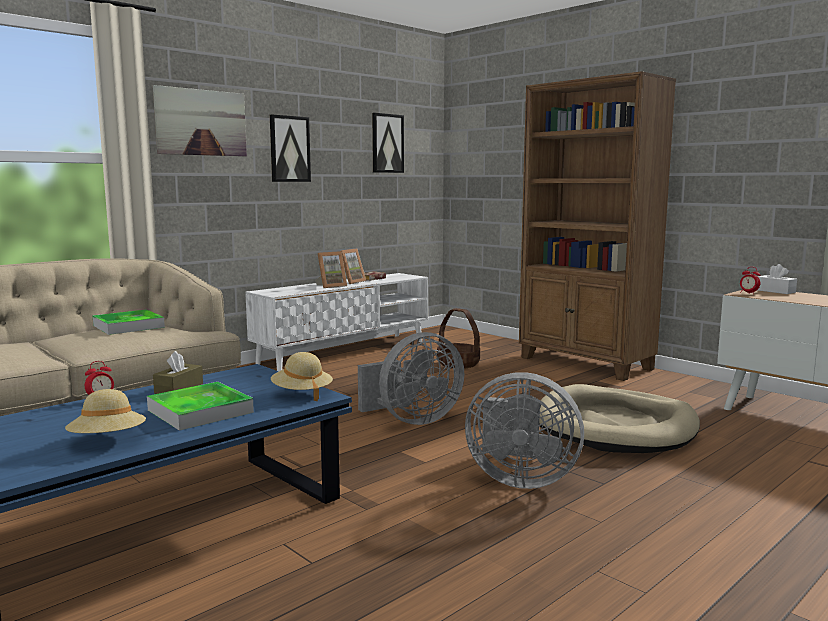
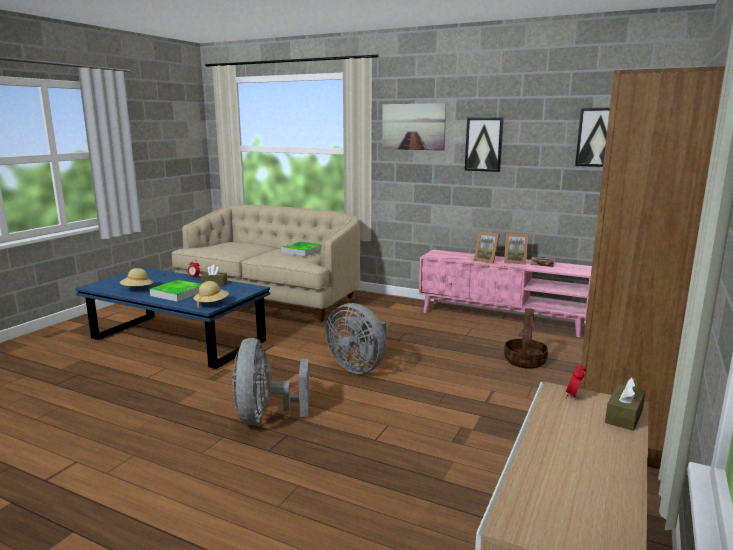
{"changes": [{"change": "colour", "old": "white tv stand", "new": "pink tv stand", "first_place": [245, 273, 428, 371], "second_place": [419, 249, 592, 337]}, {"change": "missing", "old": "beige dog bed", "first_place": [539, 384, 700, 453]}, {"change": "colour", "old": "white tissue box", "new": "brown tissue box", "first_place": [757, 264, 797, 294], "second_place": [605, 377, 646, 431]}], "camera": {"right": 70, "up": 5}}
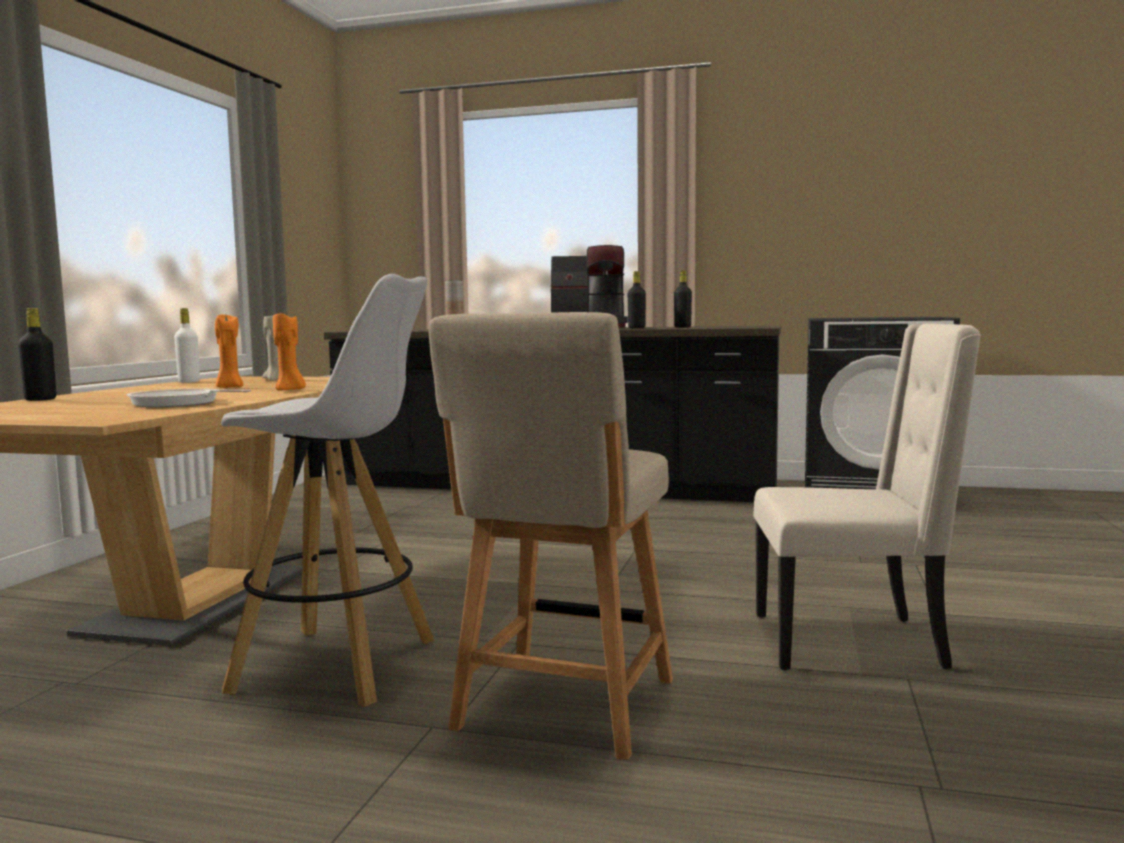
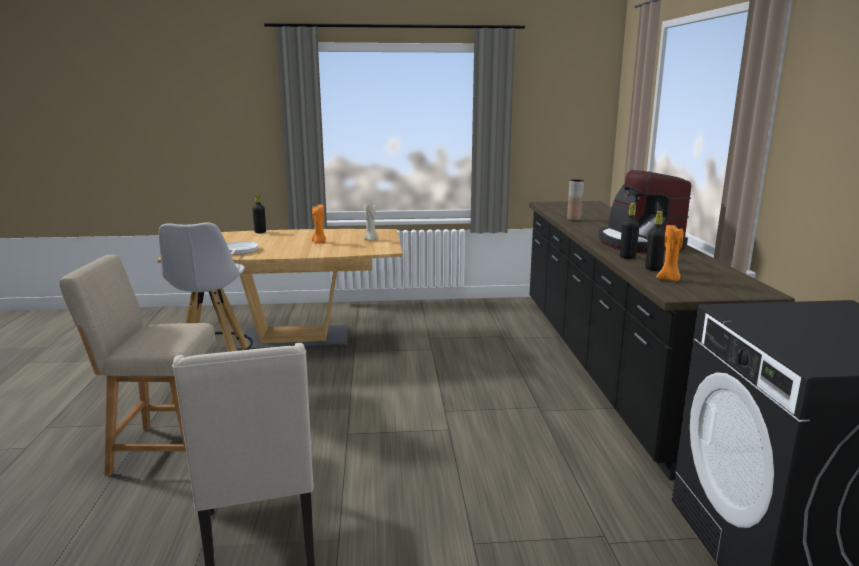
{"changes": [{"change": "missing", "old": "white bottle", "first_place": [174, 308, 200, 383]}, {"change": "relocated", "old": "orange candle", "first_place": [273, 314, 306, 391], "second_place": [656, 224, 683, 281]}], "camera": {"right": 70, "up": 10}}
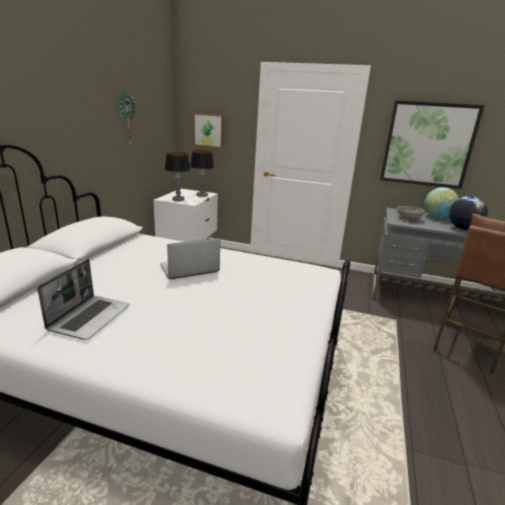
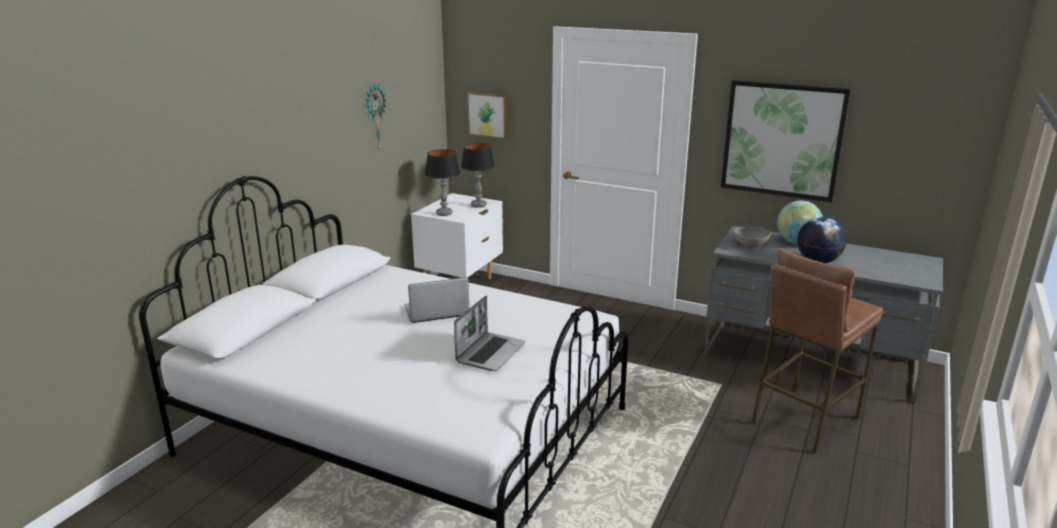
{"changes": [{"change": "relocated", "old": "laptop", "first_place": [37, 259, 130, 340], "second_place": [454, 296, 525, 371]}], "camera": {"right": 10, "up": 0}}
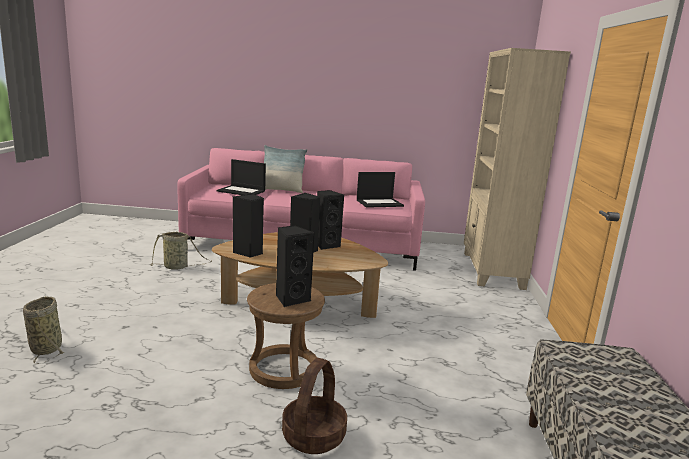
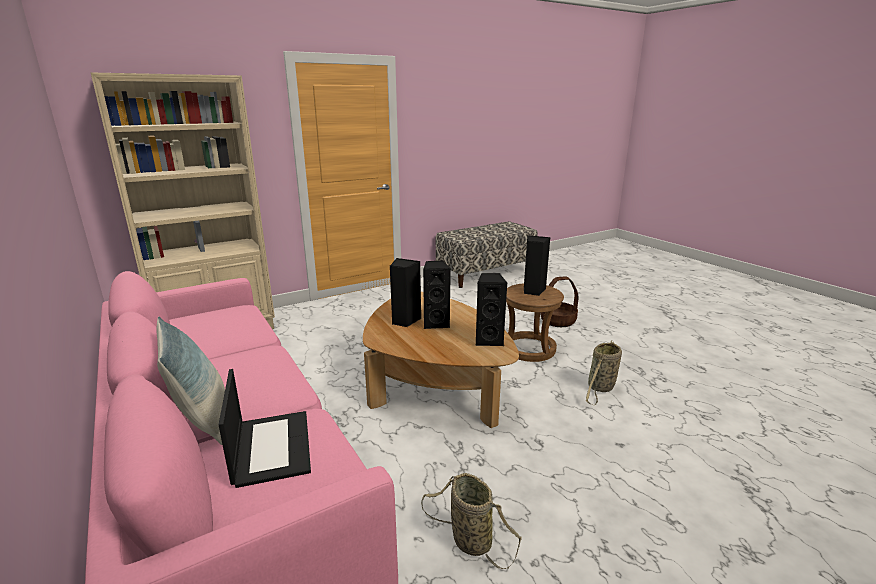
{"changes": [{"change": "relocated", "old": "basket", "first_place": [23, 296, 64, 364], "second_place": [586, 341, 622, 405]}, {"change": "missing", "old": "laptop", "first_place": [357, 172, 404, 208]}], "camera": {"right": -125, "up": 5}}
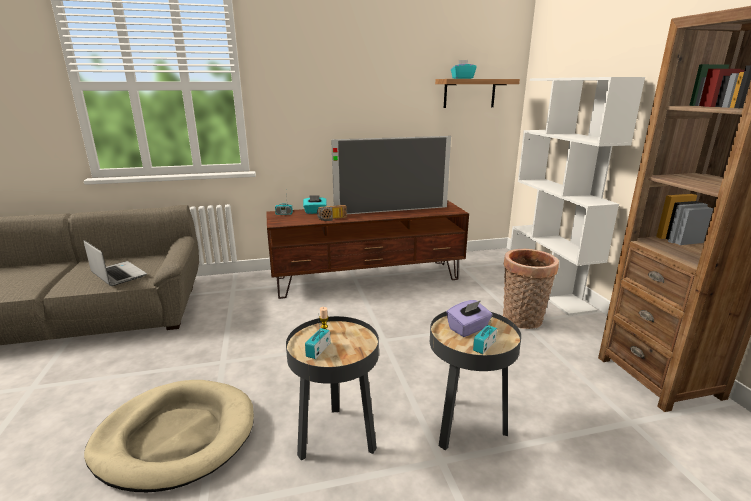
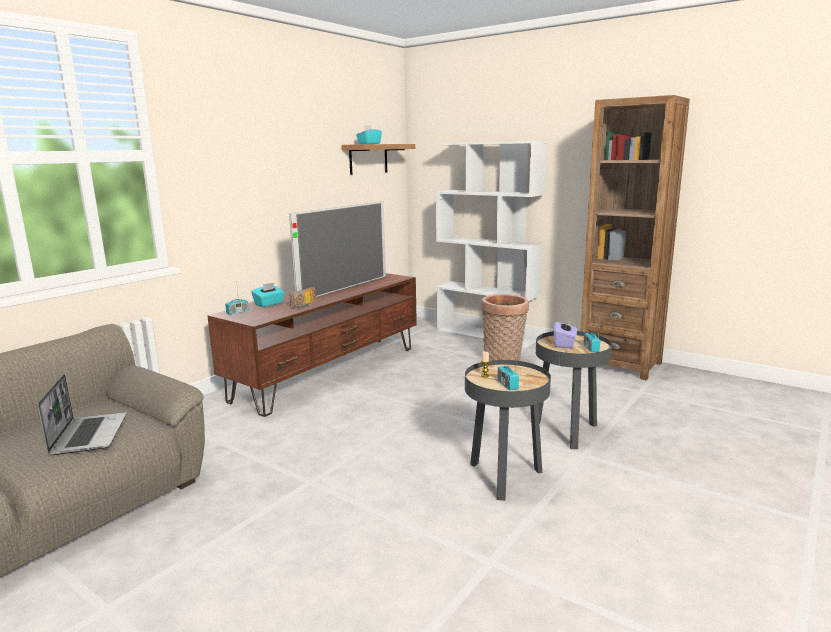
{"changes": [{"change": "spun", "old": "laptop", "first_place": [84, 240, 147, 286], "second_place": [38, 374, 127, 455], "degrees": 75}, {"change": "missing", "old": "beige dog bed", "first_place": [84, 380, 254, 492]}], "camera": {"right": -40, "up": -5}}
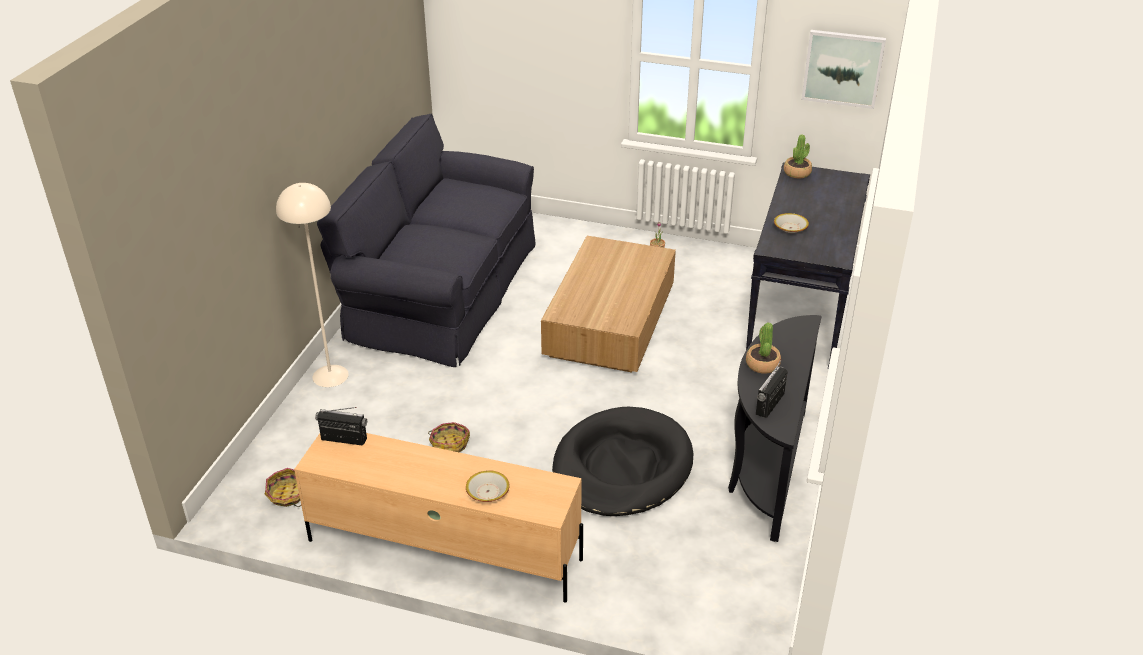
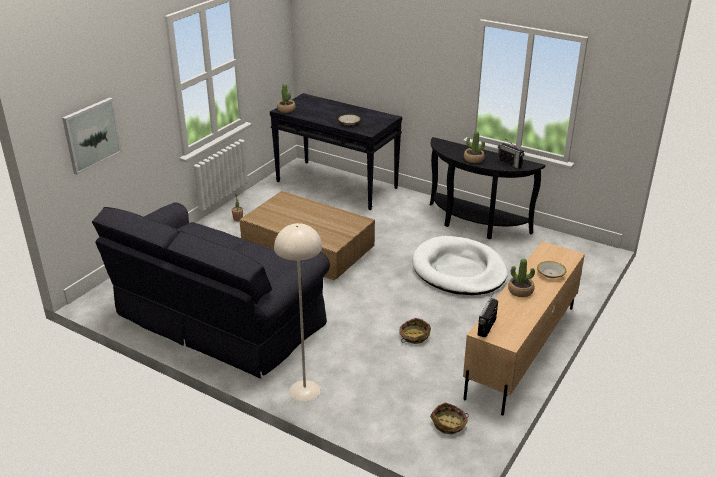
{"changes": [{"change": "colour", "old": "black dog bed", "new": "white dog bed", "first_place": [552, 407, 693, 516], "second_place": [412, 236, 508, 295]}, {"change": "relocated", "old": "picture", "first_place": [801, 30, 886, 109], "second_place": [62, 98, 122, 175]}, {"change": "appeared", "new": "potted plant", "second_place": [508, 259, 535, 297]}], "camera": {"right": -75, "up": -5}}
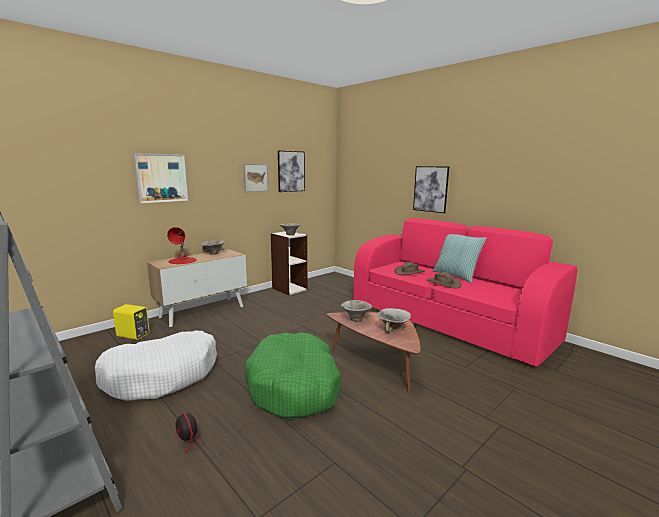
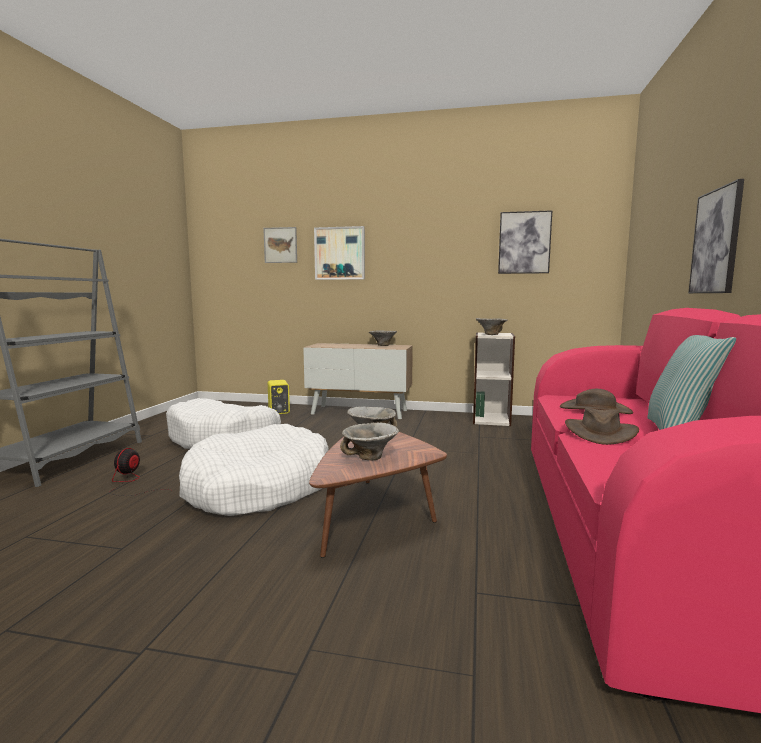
{"changes": [{"change": "missing", "old": "red table lamp", "first_place": [167, 227, 197, 264]}, {"change": "relocated", "old": "picture", "first_place": [244, 164, 268, 192], "second_place": [263, 227, 297, 263]}, {"change": "colour", "old": "green dog bed", "new": "white dog bed", "first_place": [244, 332, 342, 418], "second_place": [179, 424, 329, 516]}], "camera": {"right": 55, "up": -5}}
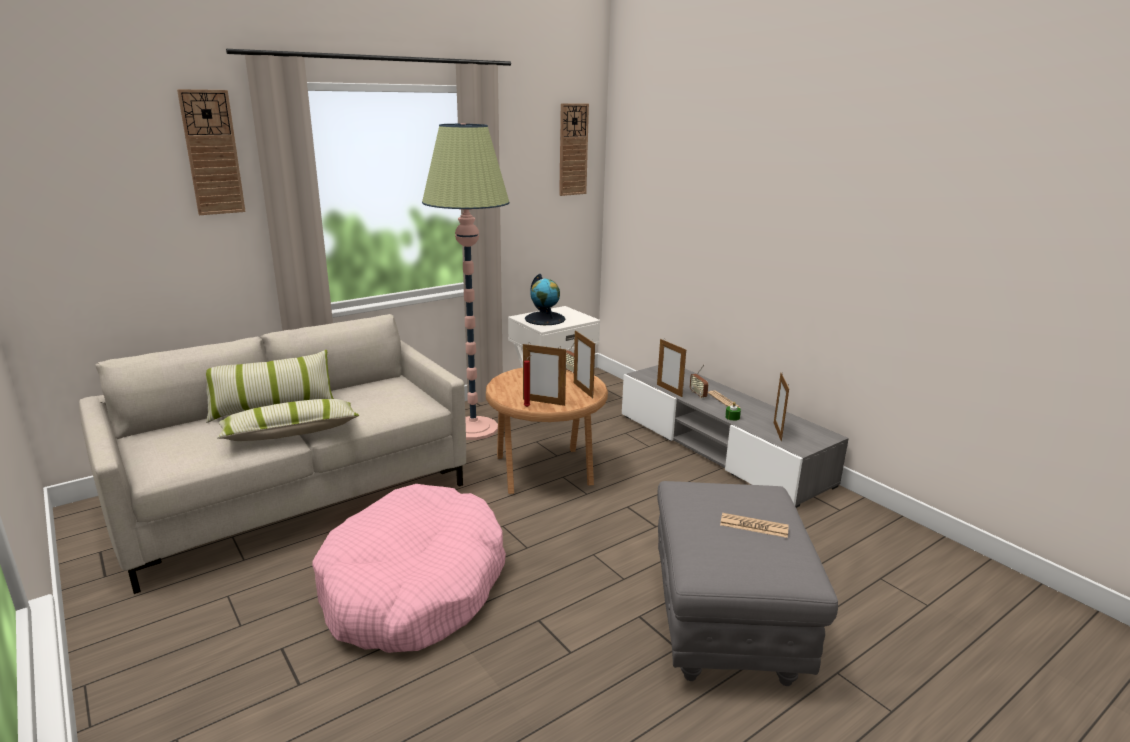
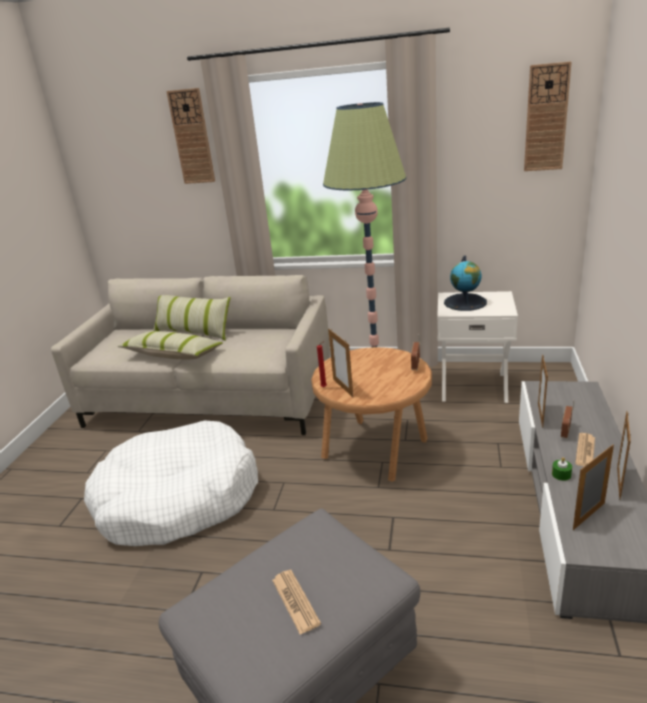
{"changes": [{"change": "colour", "old": "pink dog bed", "new": "white dog bed", "first_place": [312, 484, 506, 653], "second_place": [84, 420, 258, 546]}, {"change": "relocated", "old": "picture frame", "first_place": [574, 330, 595, 399], "second_place": [617, 411, 631, 500]}], "camera": {"right": 50, "up": 5}}
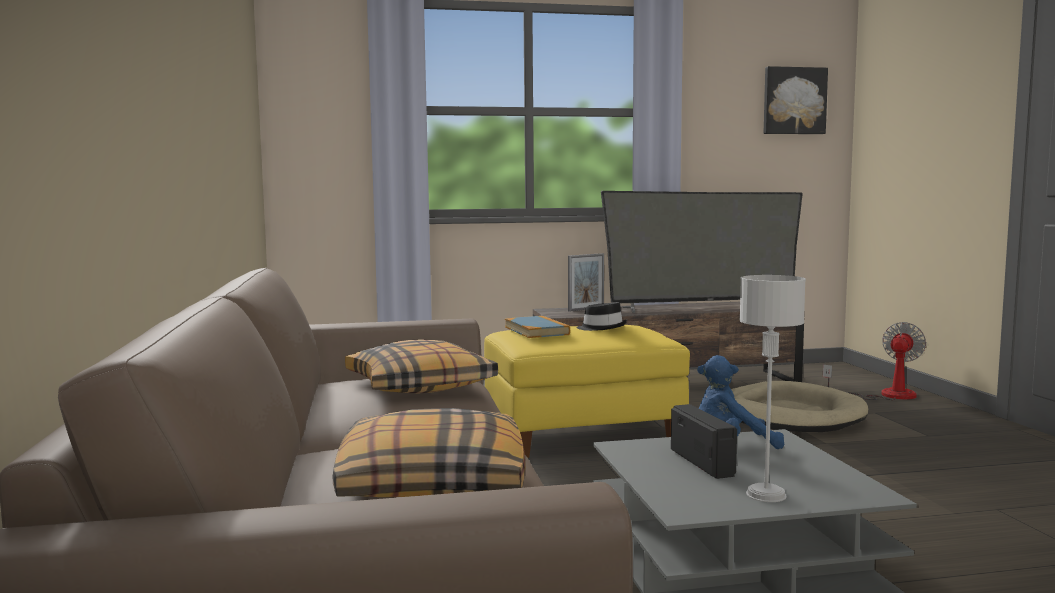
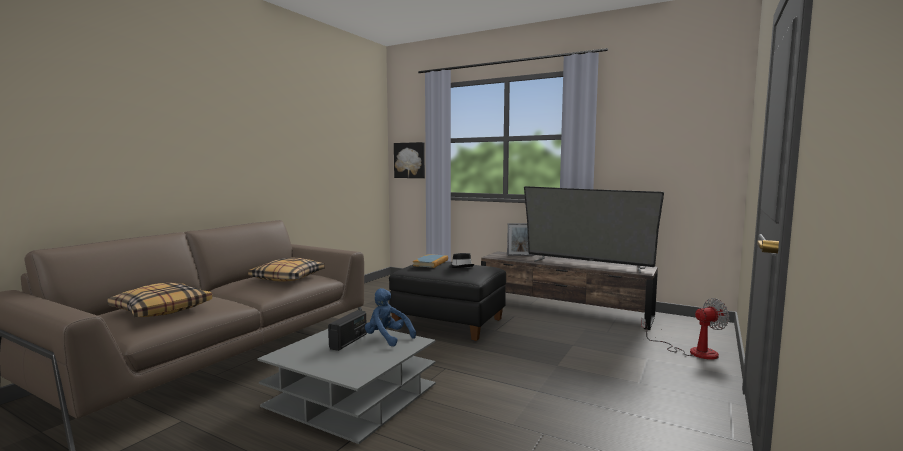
{"changes": [{"change": "colour", "old": "yellow ottoman", "new": "black ottoman", "first_place": [484, 325, 690, 458], "second_place": [389, 261, 506, 341]}, {"change": "missing", "old": "beige dog bed", "first_place": [731, 381, 868, 432]}, {"change": "missing", "old": "grey table lamp", "first_place": [739, 275, 806, 502]}, {"change": "relocated", "old": "picture", "first_place": [764, 66, 828, 134], "second_place": [394, 142, 425, 178]}], "camera": {"right": 40, "up": 0}}
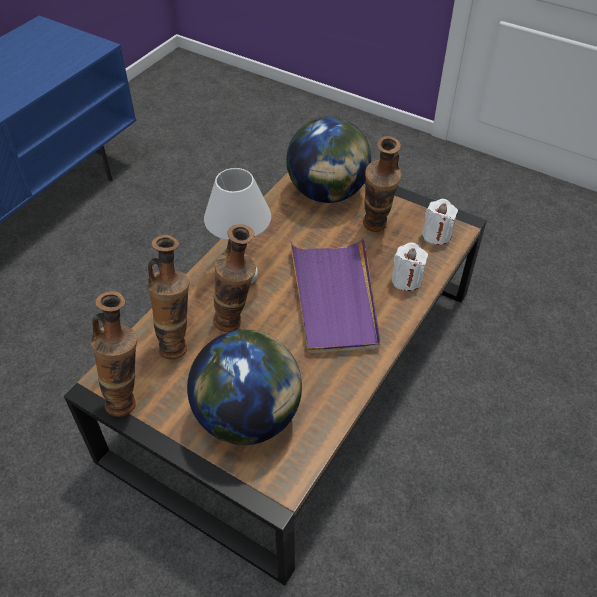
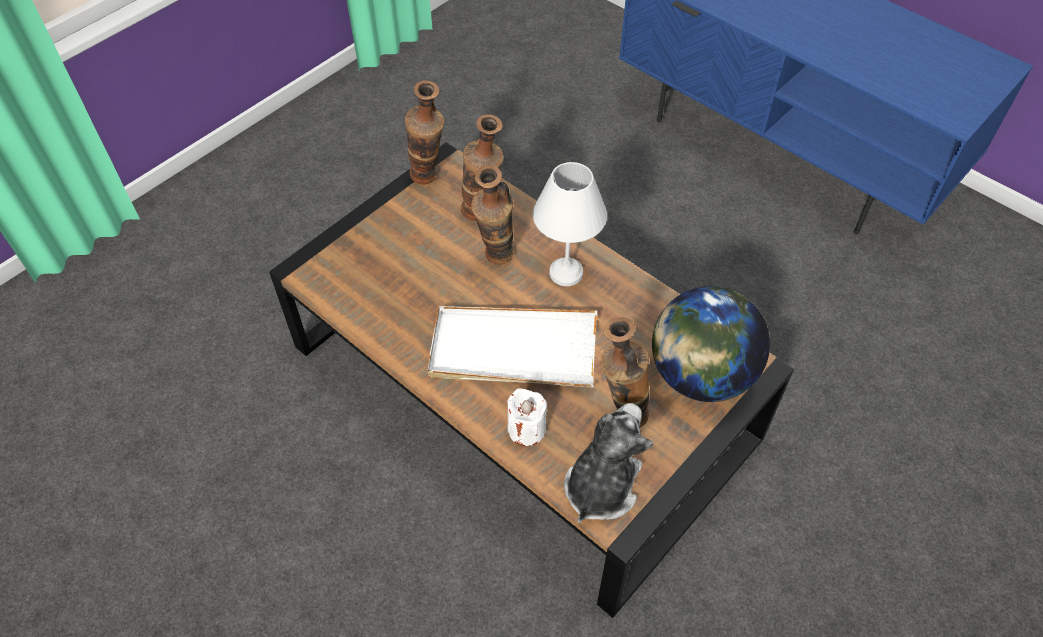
{"changes": [{"change": "missing", "old": "globe", "first_place": [187, 330, 302, 445]}, {"change": "colour", "old": "purple tray", "new": "white tray", "first_place": [290, 237, 380, 354], "second_place": [428, 306, 597, 388]}, {"change": "exchanged", "old": "white candle", "new": "plush toy", "first_place": [422, 199, 458, 245], "second_place": [564, 403, 653, 523]}], "camera": {"right": 100, "up": 5}}
